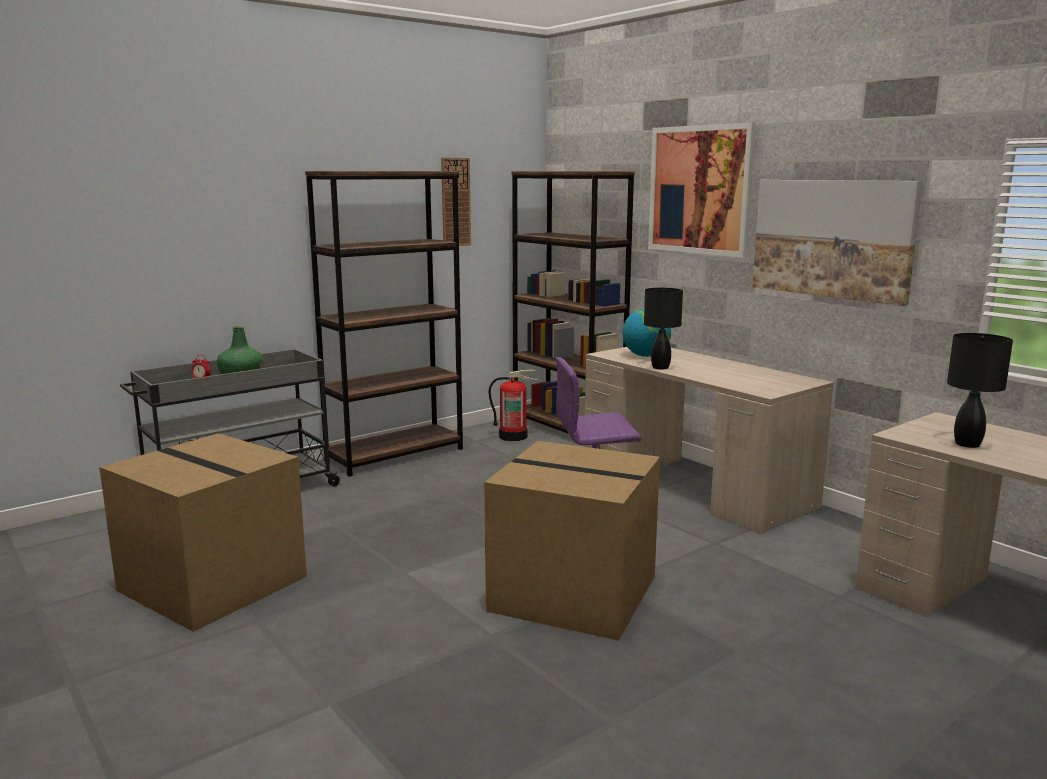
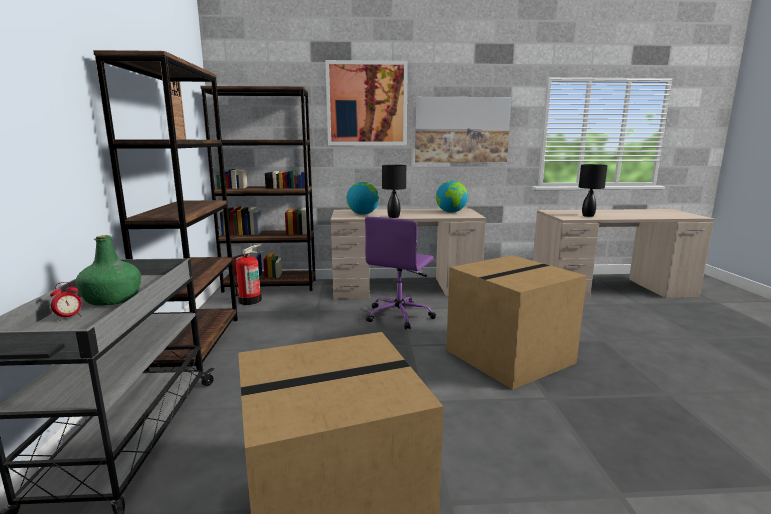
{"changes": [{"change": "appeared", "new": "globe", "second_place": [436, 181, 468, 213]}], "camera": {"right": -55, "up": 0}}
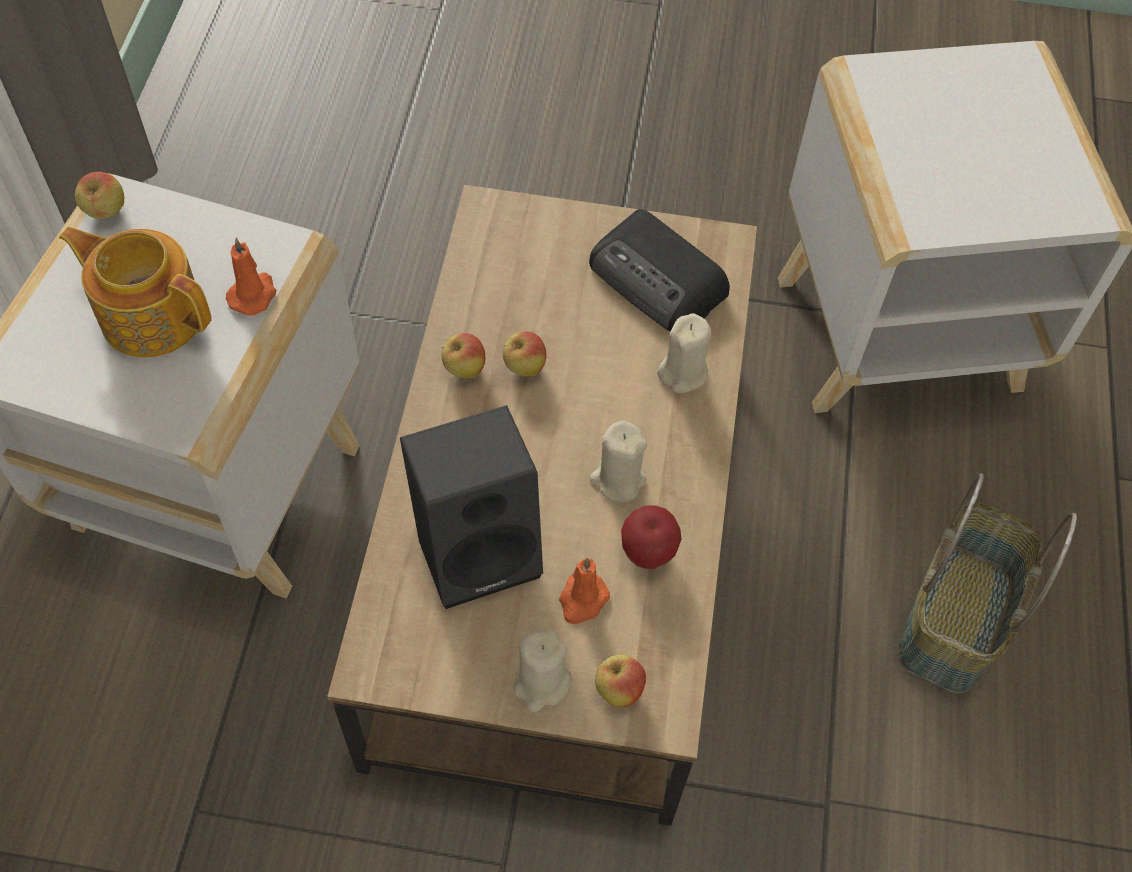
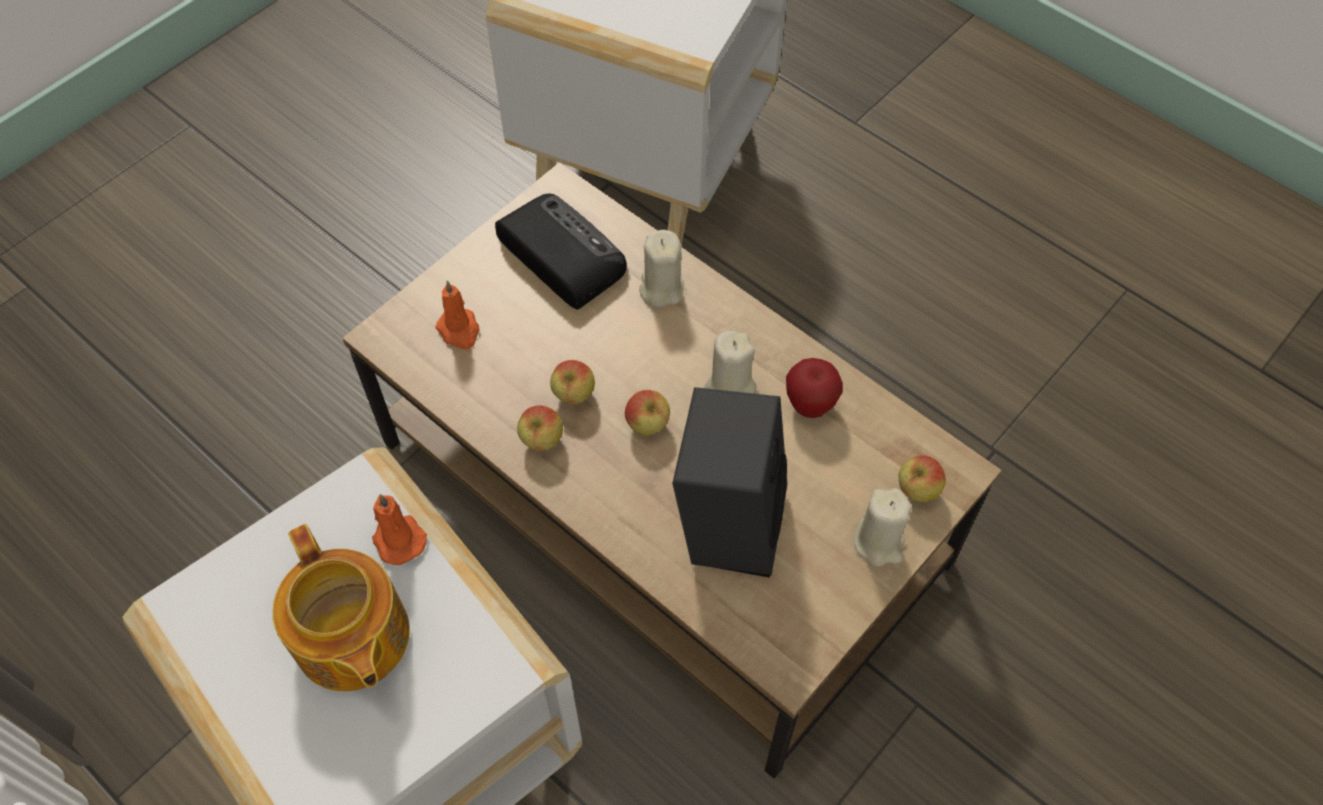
{"changes": [{"change": "spun", "old": "teapot", "first_place": [59, 227, 212, 357], "second_place": [273, 524, 410, 691], "degrees": -90}, {"change": "relocated", "old": "apple", "first_place": [75, 172, 124, 219], "second_place": [625, 390, 670, 436]}, {"change": "relocated", "old": "orange candle", "first_place": [559, 557, 610, 624], "second_place": [435, 281, 480, 350]}, {"change": "spun", "old": "radio", "first_place": [589, 209, 730, 331], "second_place": [495, 193, 627, 310], "degrees": -120}, {"change": "missing", "old": "basket", "first_place": [898, 473, 1077, 693]}], "camera": {"right": -55, "up": 0}}
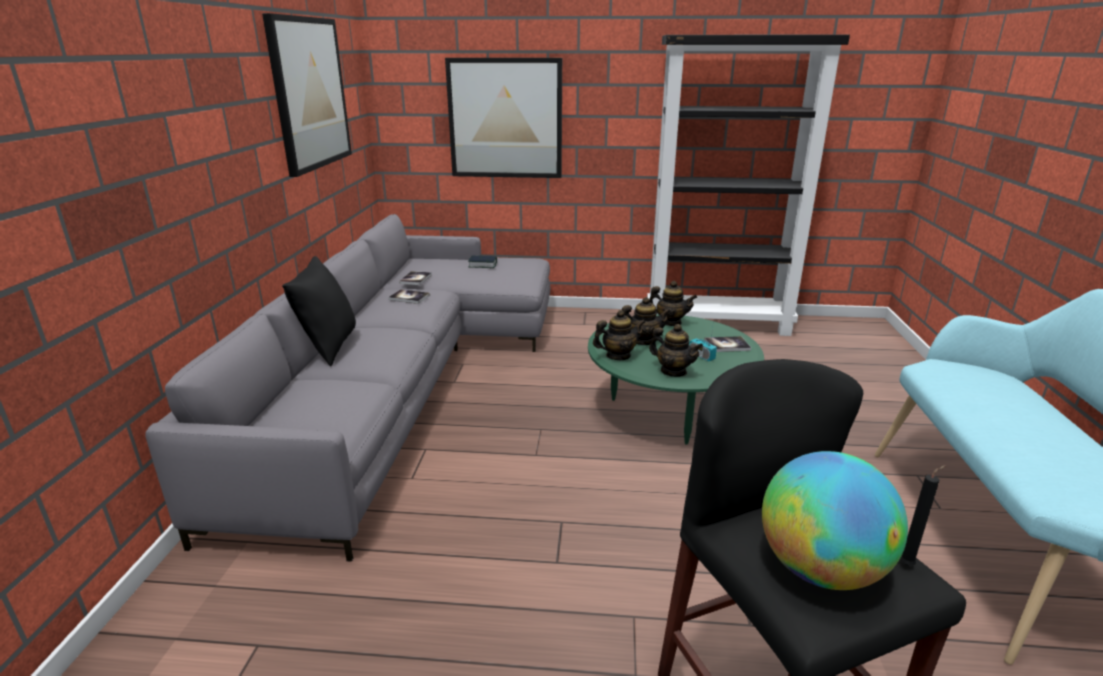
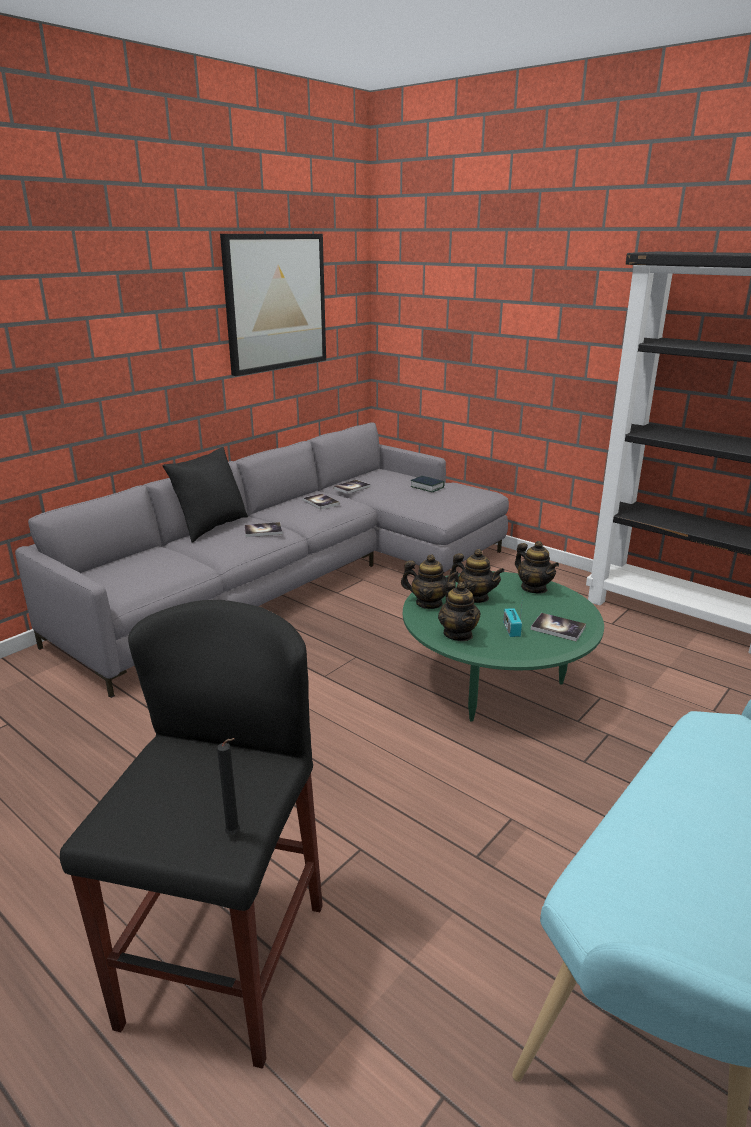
{"changes": [{"change": "missing", "old": "picture", "first_place": [445, 58, 562, 178]}, {"change": "missing", "old": "globe", "first_place": [762, 451, 908, 590]}, {"change": "appeared", "new": "book", "second_place": [244, 522, 282, 537]}], "camera": {"right": 35, "up": 0}}
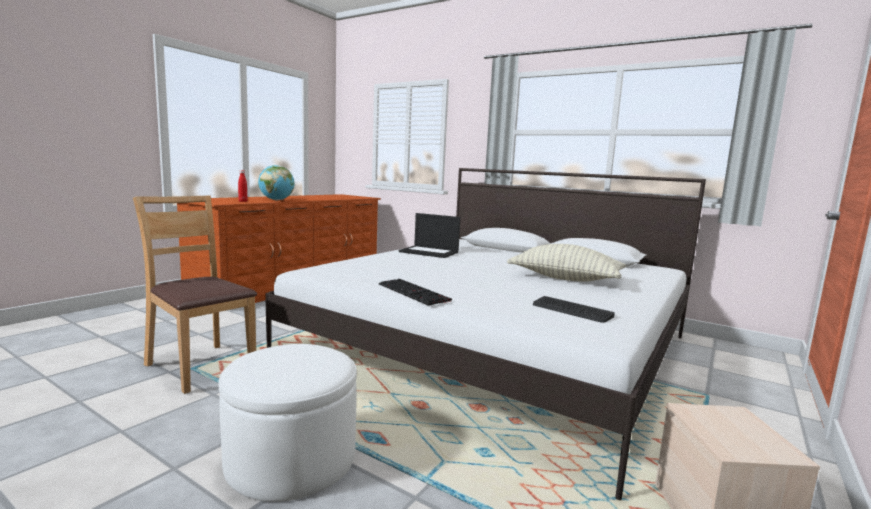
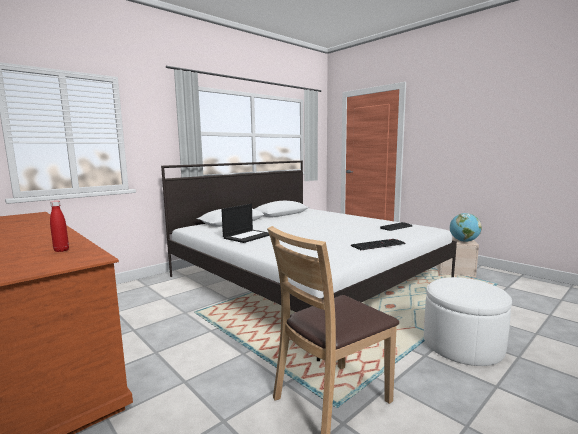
{"changes": [{"change": "relocated", "old": "globe", "first_place": [258, 165, 295, 200], "second_place": [450, 213, 482, 242]}, {"change": "missing", "old": "pillow", "first_place": [507, 244, 626, 282]}], "camera": {"right": -75, "up": 0}}
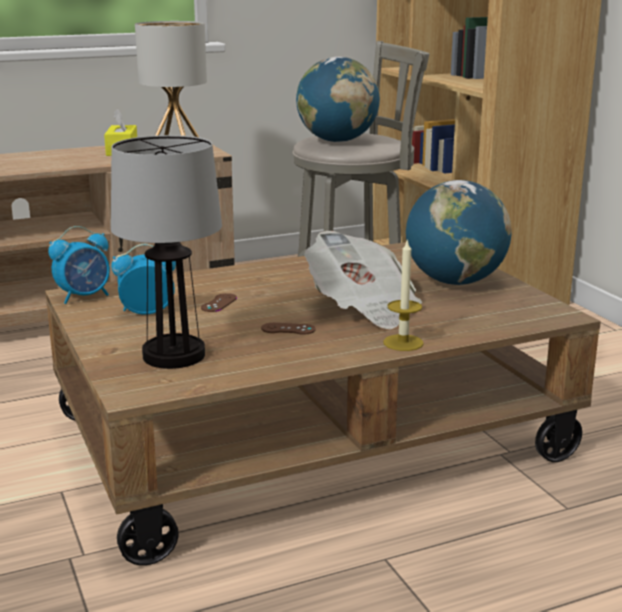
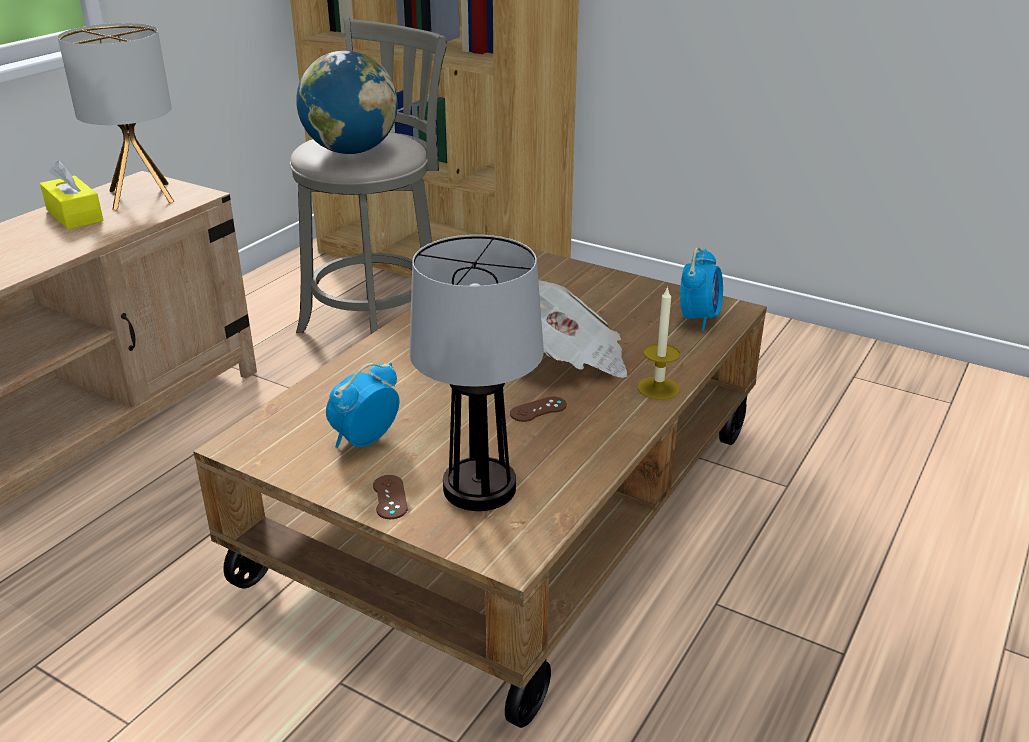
{"changes": [{"change": "relocated", "old": "alarm clock", "first_place": [48, 226, 110, 304], "second_place": [680, 247, 723, 331]}, {"change": "relocated", "old": "brown game controller", "first_place": [201, 293, 237, 312], "second_place": [373, 475, 408, 519]}, {"change": "missing", "old": "globe", "first_place": [406, 180, 512, 285]}], "camera": {"right": -35, "up": 10}}
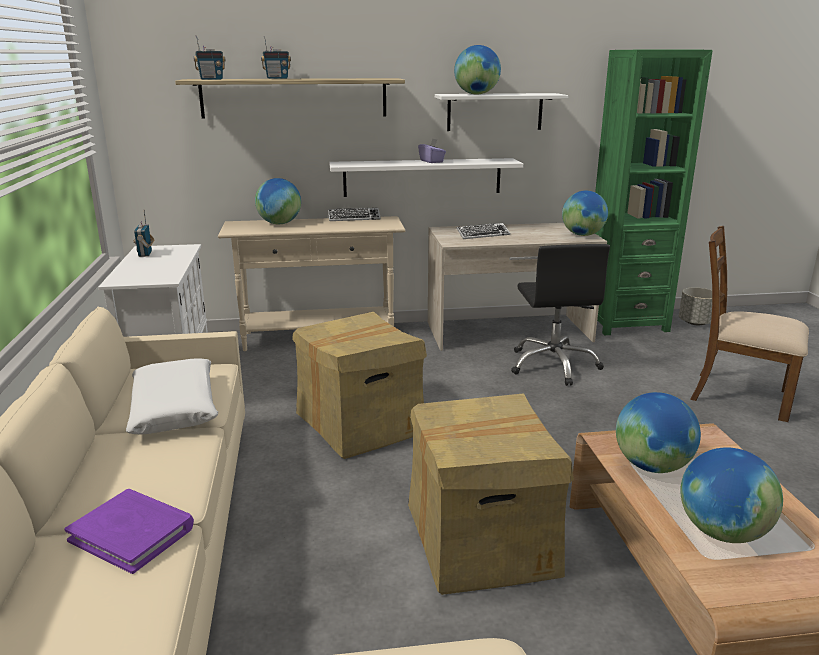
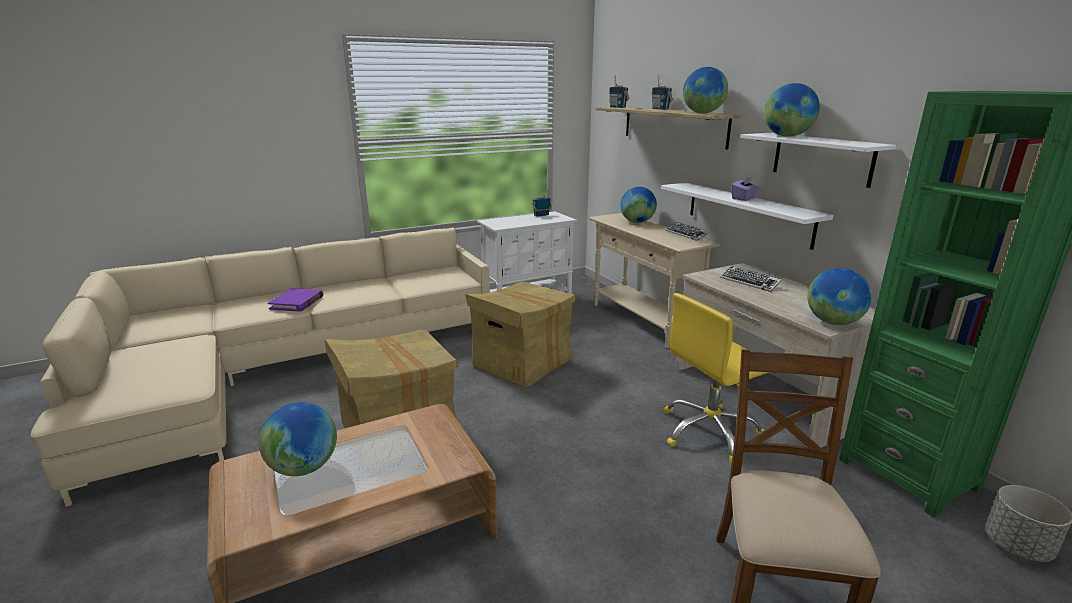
{"changes": [{"change": "missing", "old": "white pillow", "first_place": [126, 358, 218, 435]}, {"change": "colour", "old": "black office chair", "new": "yellow office chair", "first_place": [511, 244, 610, 386], "second_place": [664, 293, 769, 464]}, {"change": "relocated", "old": "globe", "first_place": [616, 392, 701, 473], "second_place": [683, 67, 728, 113]}], "camera": {"right": 70, "up": 0}}
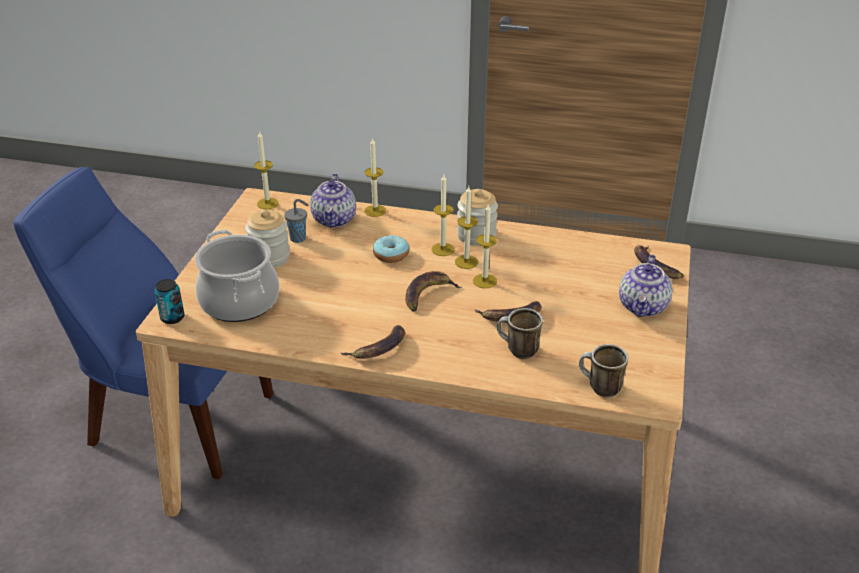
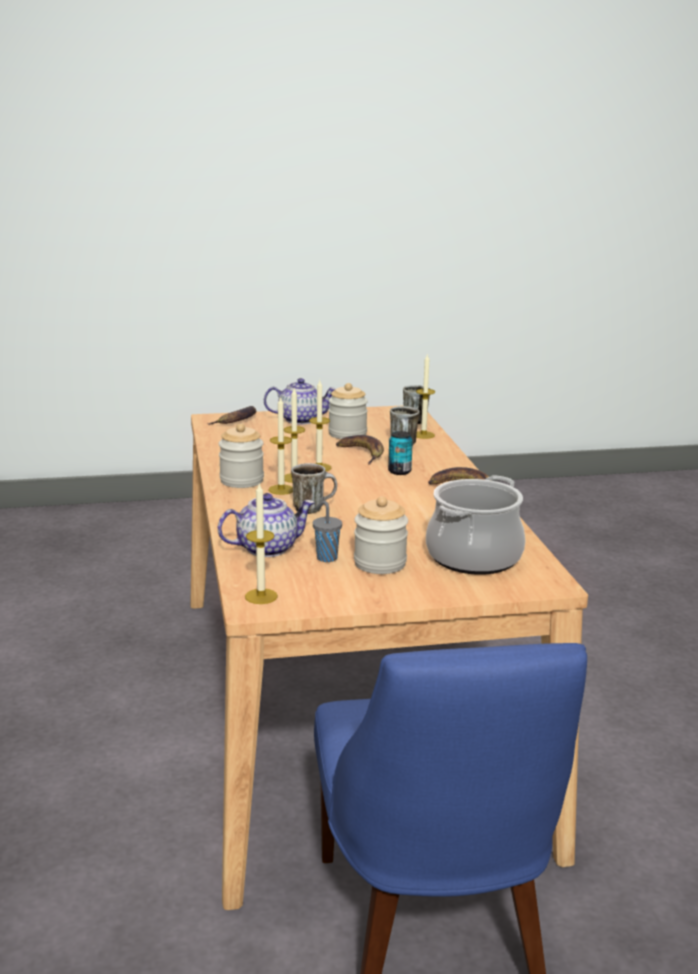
{"changes": [{"change": "relocated", "old": "can", "first_place": [155, 279, 184, 324], "second_place": [388, 431, 413, 475]}, {"change": "relocated", "old": "candle", "first_place": [364, 137, 386, 217], "second_place": [416, 355, 435, 439]}, {"change": "exchanged", "old": "donut", "new": "mug", "first_place": [373, 235, 409, 263], "second_place": [291, 463, 337, 514]}, {"change": "missing", "old": "banana", "first_place": [405, 271, 462, 311]}, {"change": "appeared", "new": "jar", "second_place": [328, 383, 368, 439]}], "camera": {"right": -115, "up": -15}}
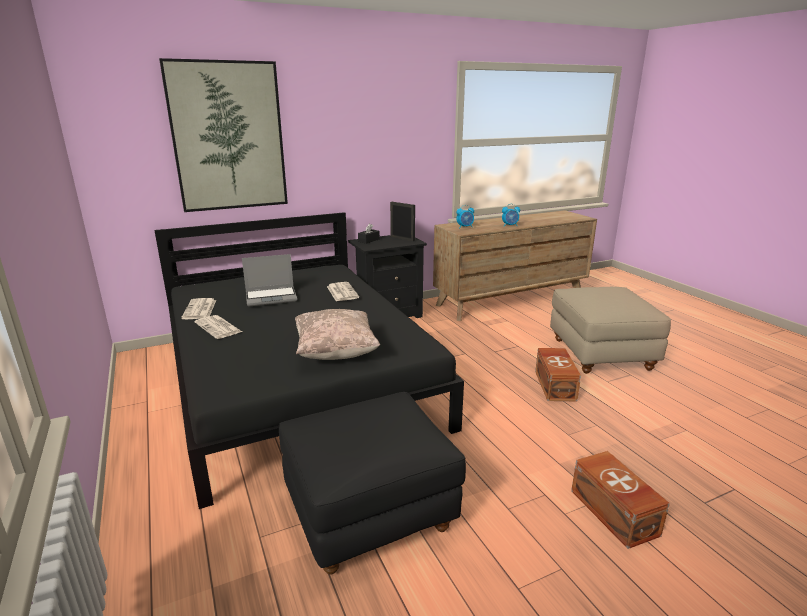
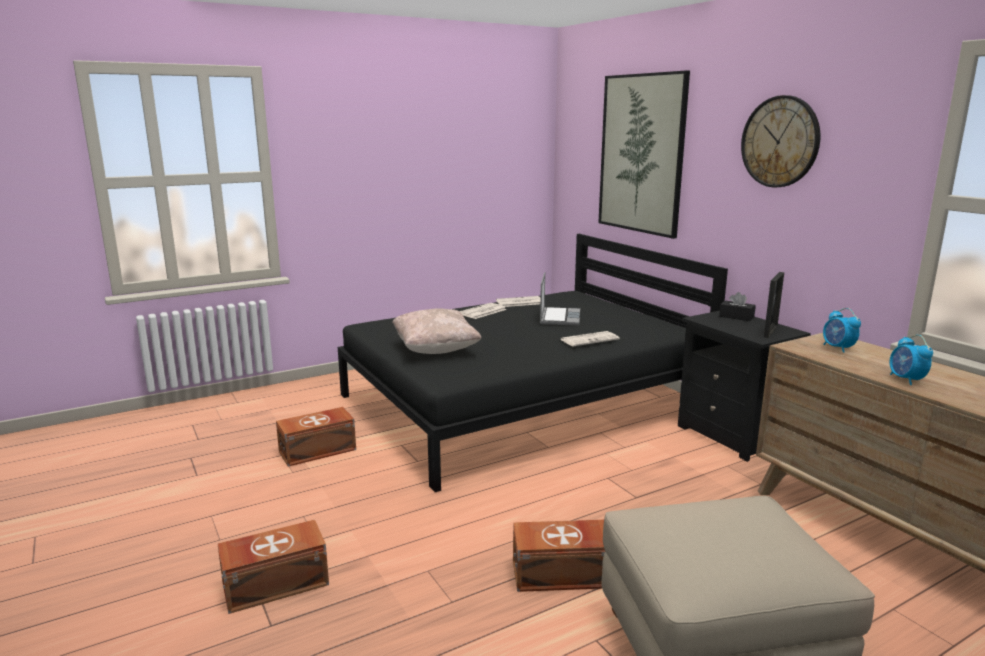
{"changes": [{"change": "spun", "old": "laptop", "first_place": [242, 254, 297, 306], "second_place": [540, 272, 580, 326], "degrees": -150}, {"change": "exchanged", "old": "black ottoman", "new": "brown storage box", "first_place": [279, 392, 466, 575], "second_place": [276, 407, 356, 466]}, {"change": "appeared", "new": "wall clock", "second_place": [741, 95, 820, 187]}], "camera": {"right": 85, "up": -5}}
